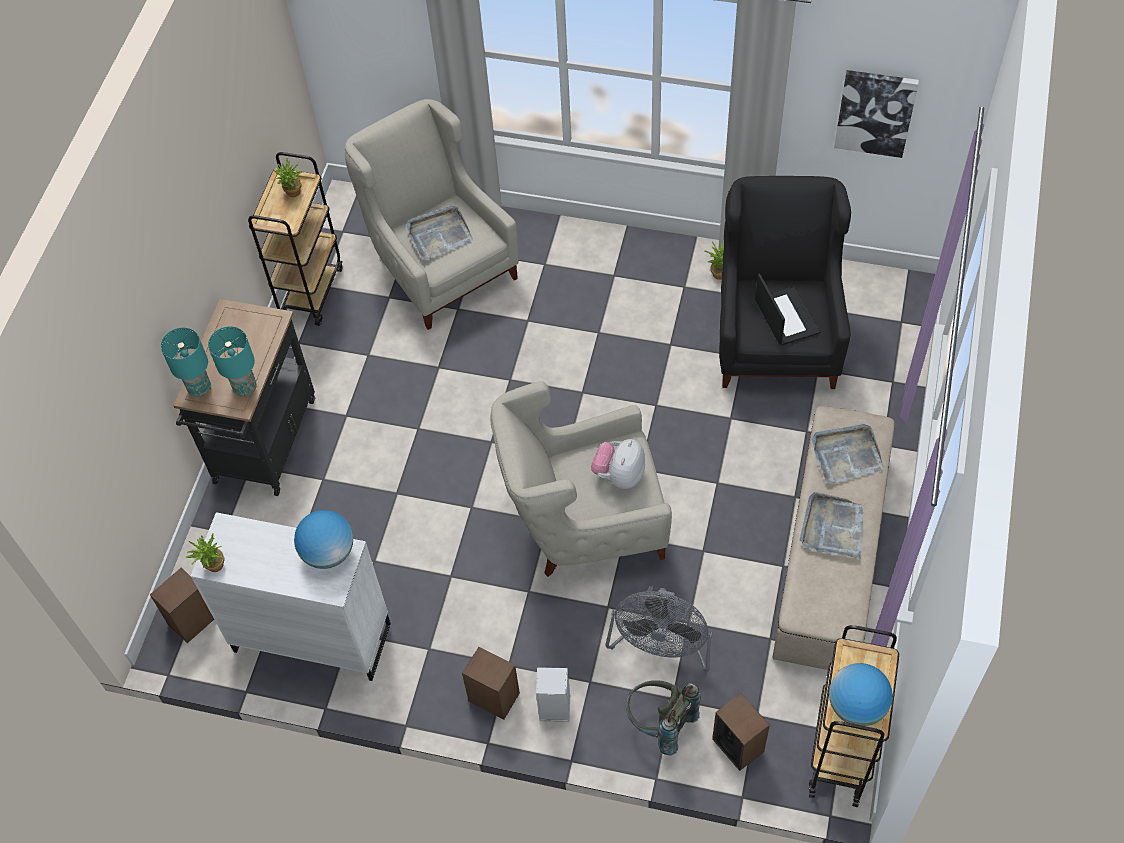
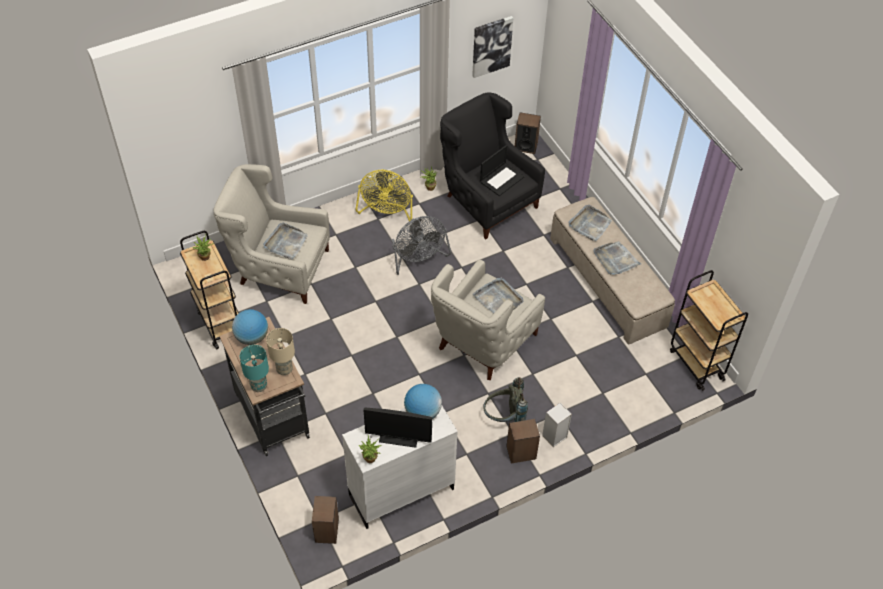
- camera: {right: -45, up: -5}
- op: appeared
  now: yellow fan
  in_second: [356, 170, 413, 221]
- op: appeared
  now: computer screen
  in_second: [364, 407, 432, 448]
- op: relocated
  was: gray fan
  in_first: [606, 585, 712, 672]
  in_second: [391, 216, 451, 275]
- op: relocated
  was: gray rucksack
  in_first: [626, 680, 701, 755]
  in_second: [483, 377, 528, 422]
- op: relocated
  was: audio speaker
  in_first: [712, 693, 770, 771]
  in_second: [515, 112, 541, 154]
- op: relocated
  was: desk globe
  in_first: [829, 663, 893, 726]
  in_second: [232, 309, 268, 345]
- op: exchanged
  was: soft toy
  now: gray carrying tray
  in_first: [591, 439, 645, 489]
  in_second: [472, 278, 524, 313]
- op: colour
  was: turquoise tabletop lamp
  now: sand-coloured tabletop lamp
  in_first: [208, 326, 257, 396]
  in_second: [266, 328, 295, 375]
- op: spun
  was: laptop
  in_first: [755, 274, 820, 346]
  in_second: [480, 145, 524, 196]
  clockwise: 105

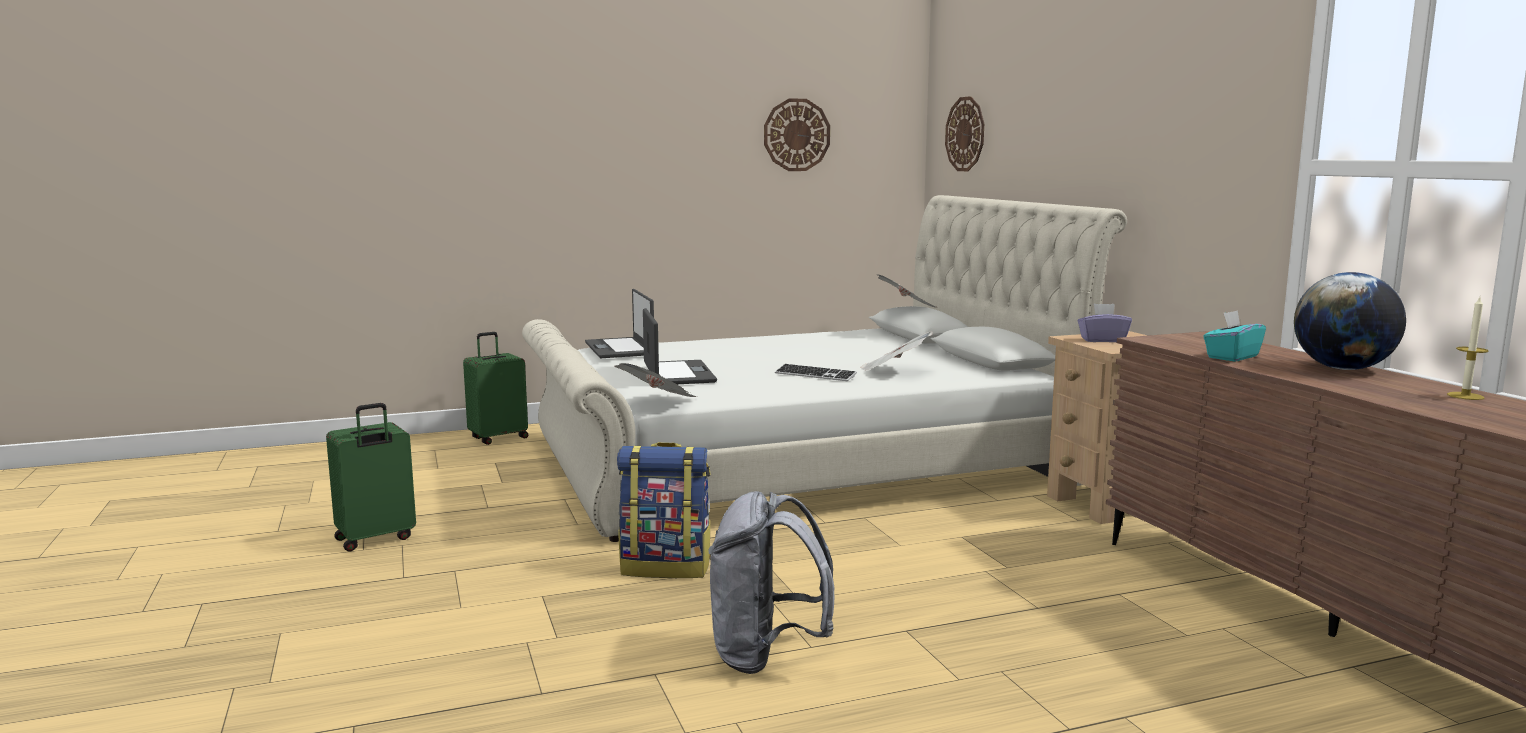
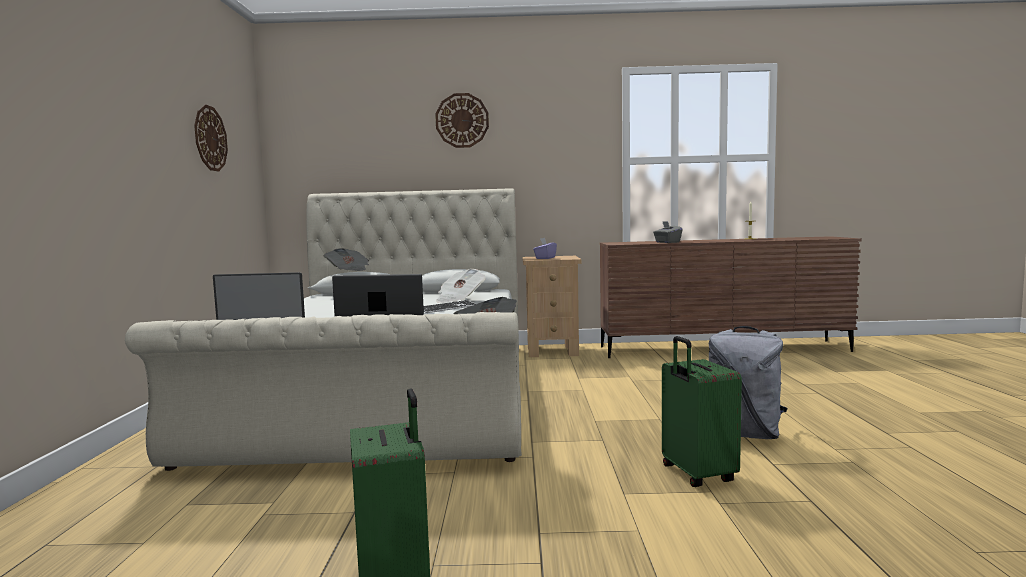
- camera: {right: -70, up: -5}
- op: missing
  was: rucksack
  in_first: [617, 442, 711, 578]
- op: missing
  was: desk globe
  in_first: [1294, 272, 1406, 370]
- op: relocated
  was: green piece of luggage
  in_first: [463, 332, 528, 445]
  in_second: [662, 336, 742, 487]
- op: relocated
  was: clock on the wall
  in_first: [945, 96, 984, 171]
  in_second: [435, 93, 489, 148]
- op: colour
  was: turquoise tissue box
  now: gray tissue box
  in_first: [1203, 310, 1266, 362]
  in_second: [653, 221, 683, 243]

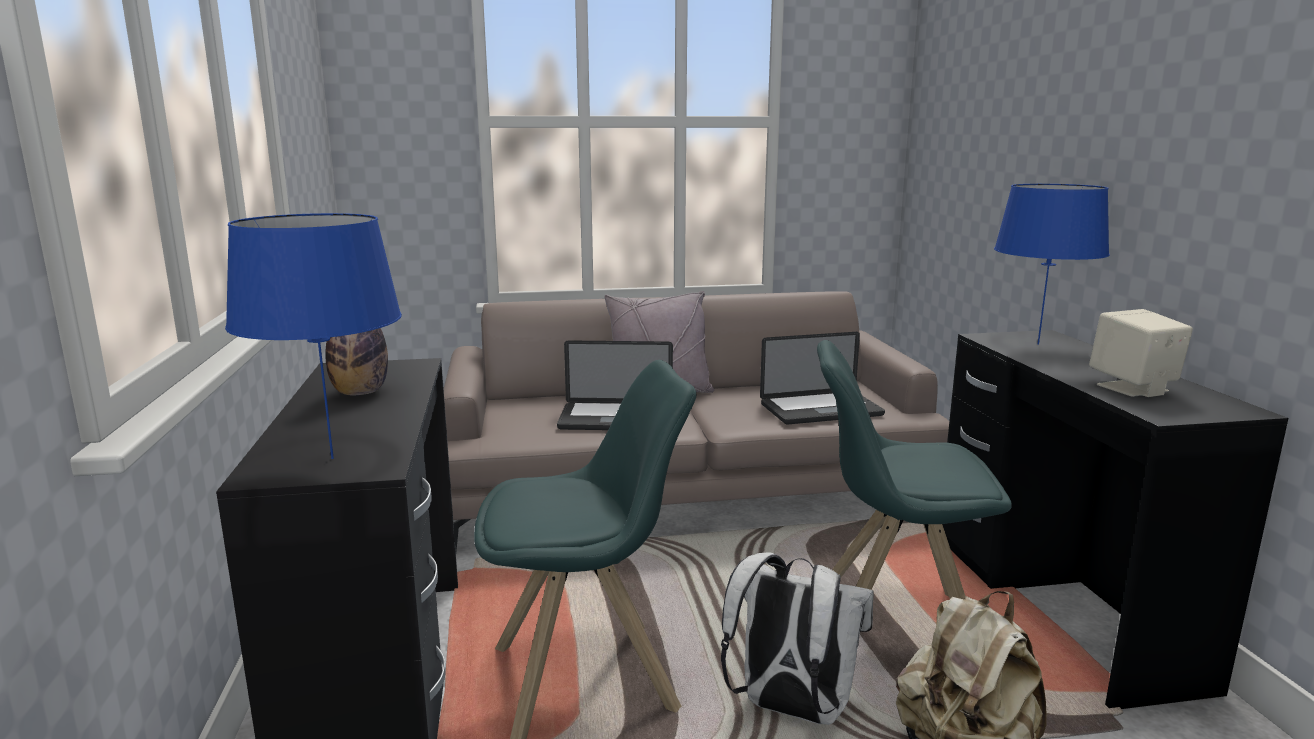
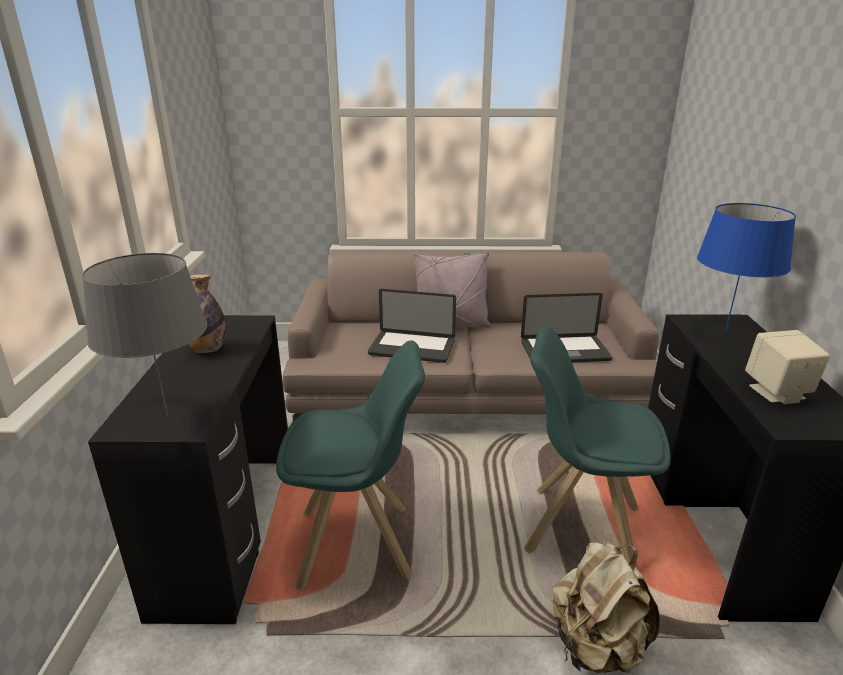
- camera: {right: 10, up: 10}
- op: missing
  was: white rucksack
  in_first: [721, 553, 874, 725]
- op: colour
  was: bluish tabletop lamp
  now: gray tabletop lamp
  in_first: [225, 213, 402, 459]
  in_second: [82, 253, 207, 417]

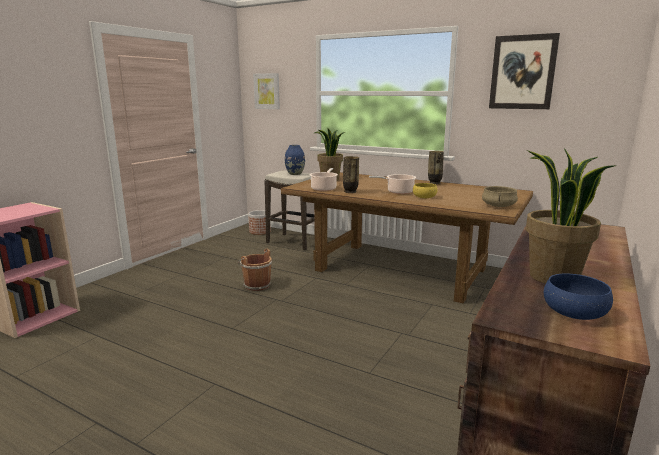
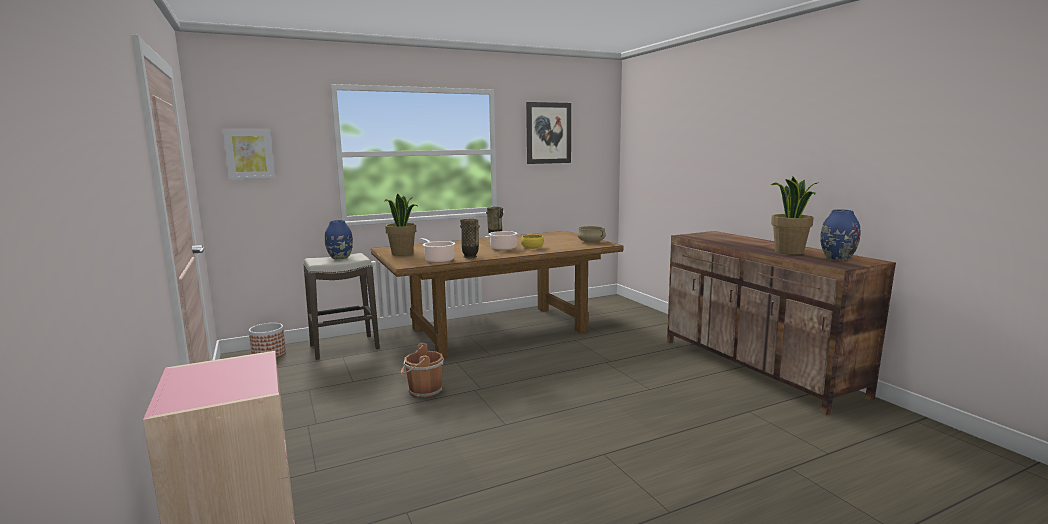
- camera: {right: -55, up: -5}
- op: exchanged
  was: bluish deep dish
  now: bluish decorative vase
  in_first: [544, 273, 613, 320]
  in_second: [820, 209, 860, 260]

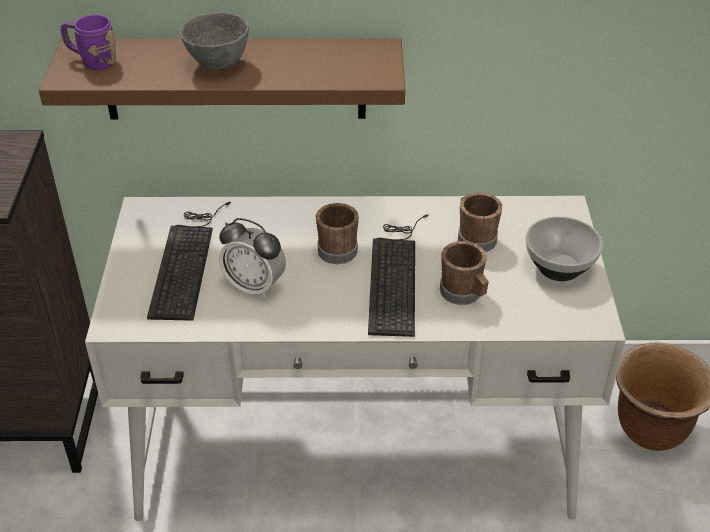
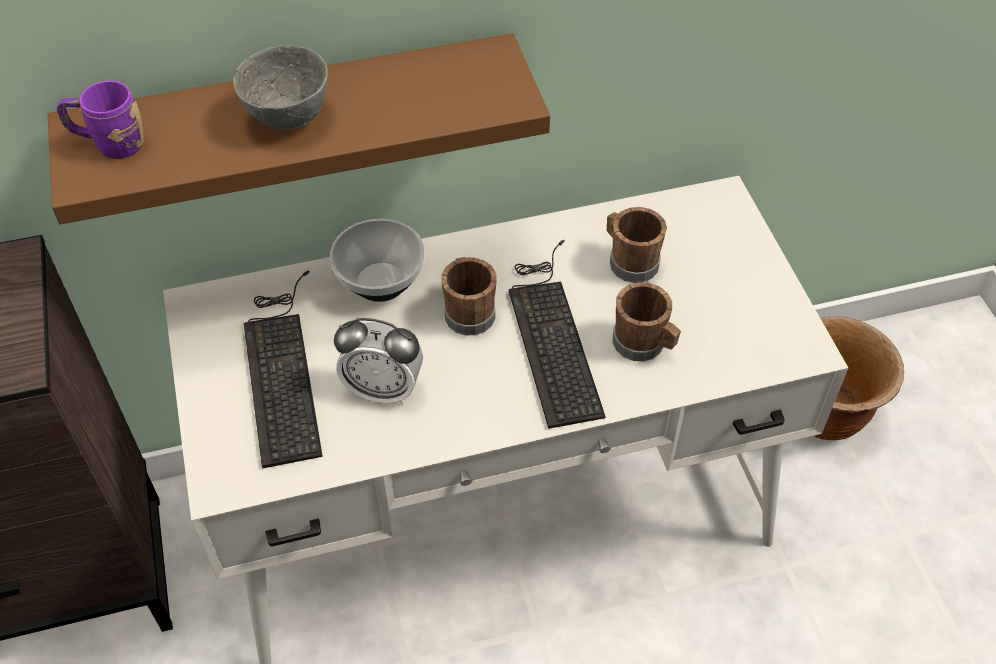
- camera: {right: -15, up: 10}
- op: relocated
  was: deep dish
  in_first: [526, 216, 603, 281]
  in_second: [330, 219, 425, 302]

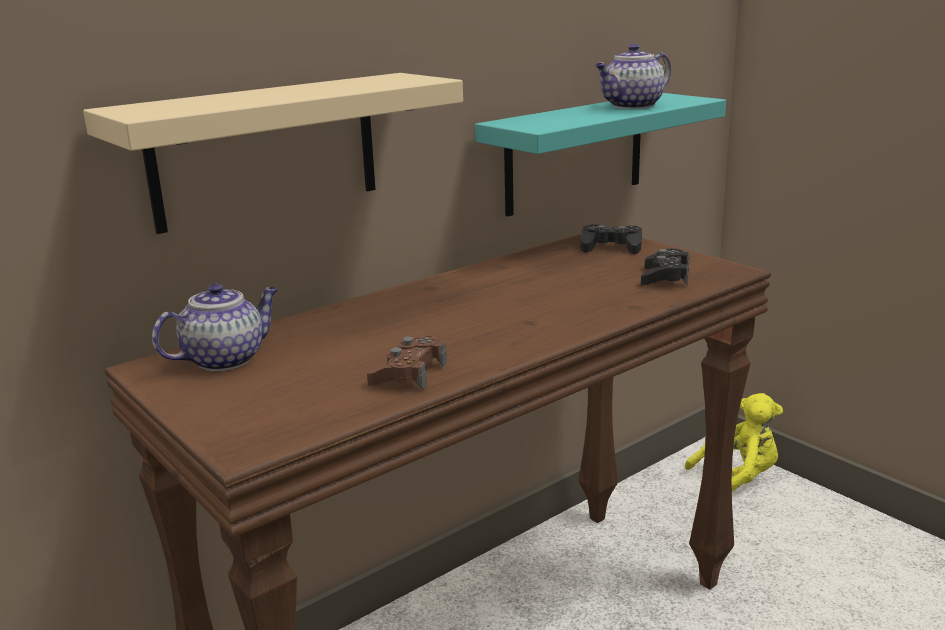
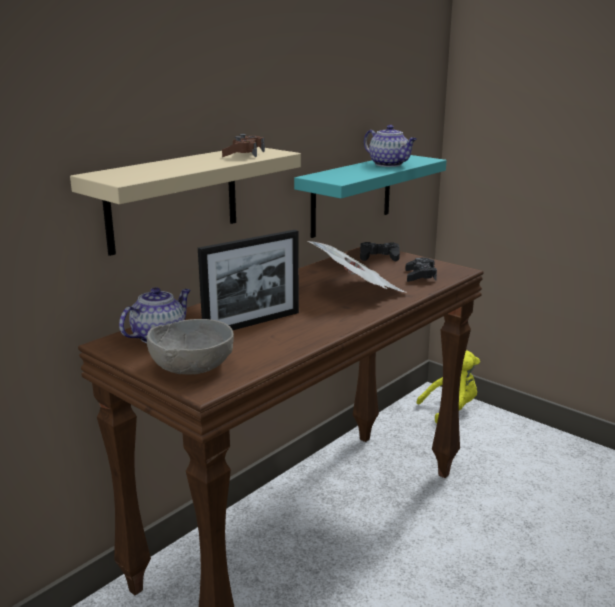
- camera: {right: -10, up: 0}
- op: appeared
  now: gray deep dish
  in_second: [147, 319, 234, 375]
- op: appeared
  now: photo frame
  in_second: [198, 230, 299, 330]
- op: appeared
  now: newspaper
  in_second: [308, 241, 405, 292]
- op: relocated
  was: brown gamepad
  in_first: [367, 335, 447, 390]
  in_second: [222, 134, 265, 158]
- op: spun
  was: tea pot
  in_first: [595, 44, 671, 109]
  in_second: [364, 125, 417, 167]
  clockwise: -90

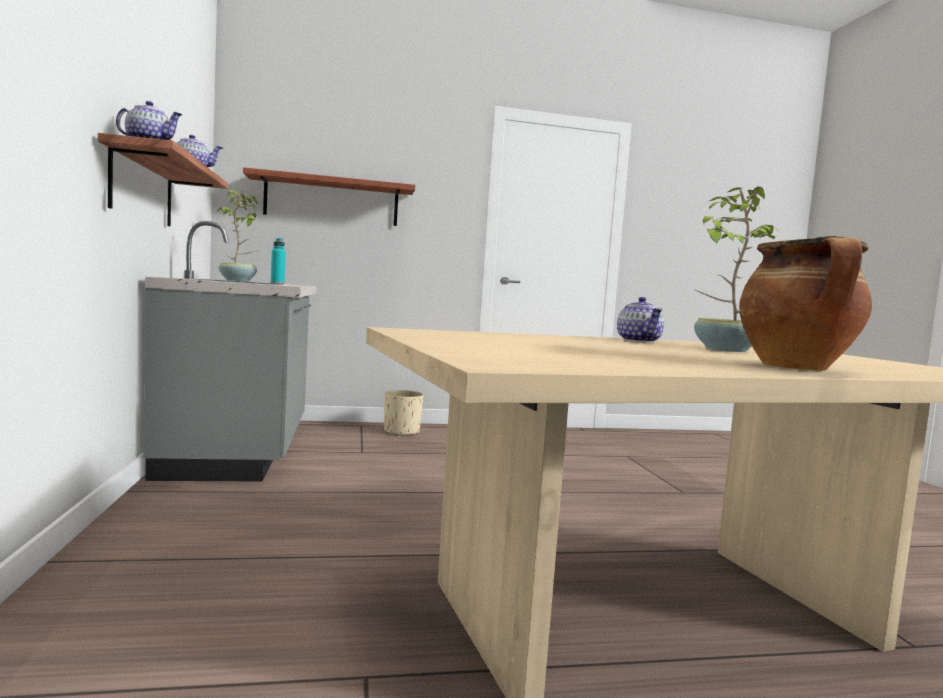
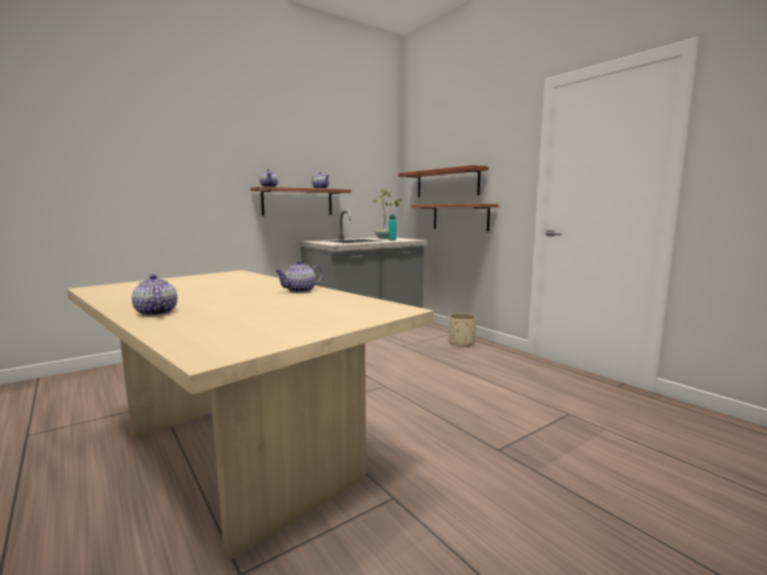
- camera: {right: 65, up: 5}
- op: missing
  was: plant in a pot
  in_first: [694, 187, 780, 352]
- op: appeared
  now: bracket shelf
  in_second: [411, 204, 498, 232]
- op: exchanged
  was: stockpot
  now: tea pot
  in_first: [739, 236, 872, 371]
  in_second: [132, 274, 177, 316]

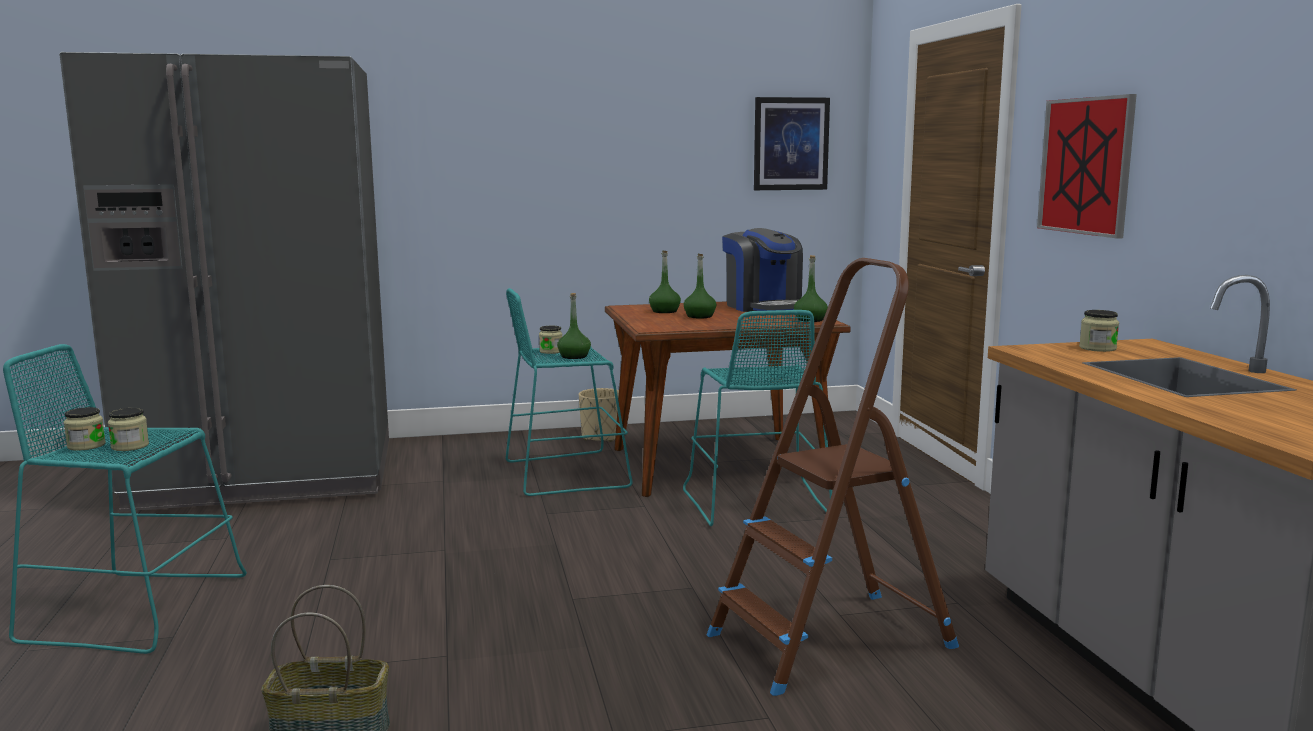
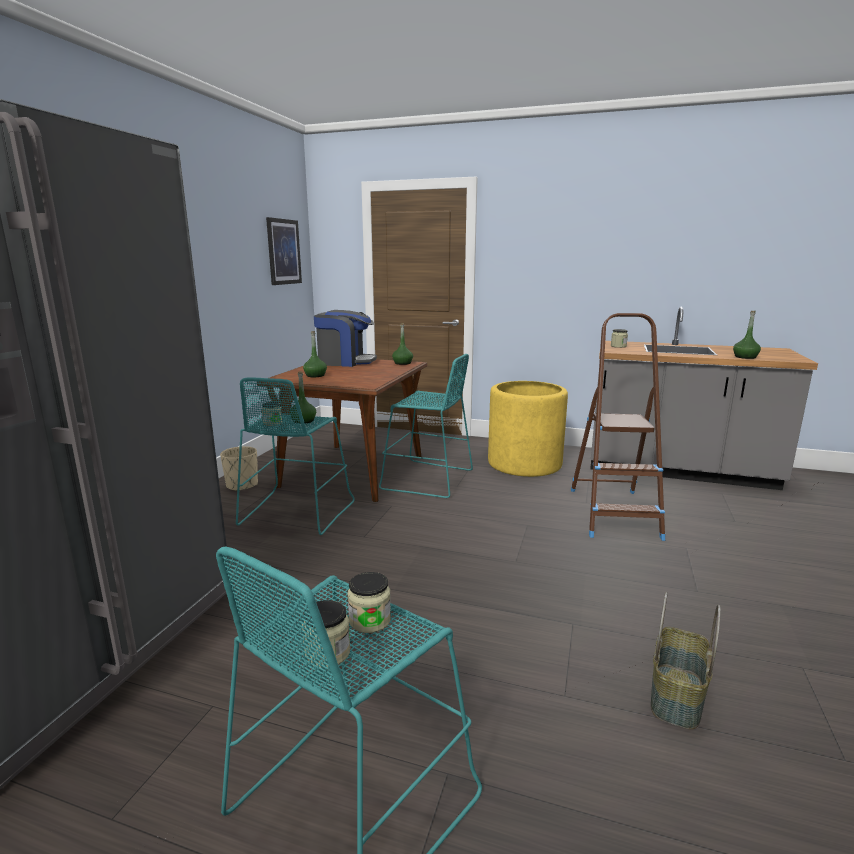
- camera: {right: -60, up: 5}
- op: missing
  was: picture
  in_first: [1037, 94, 1137, 238]
- op: appeared
  now: yellow plant pot
  in_second: [488, 381, 568, 477]
- op: relocated
  was: green beverage bottle
  in_first: [684, 254, 716, 318]
  in_second: [733, 311, 761, 359]

